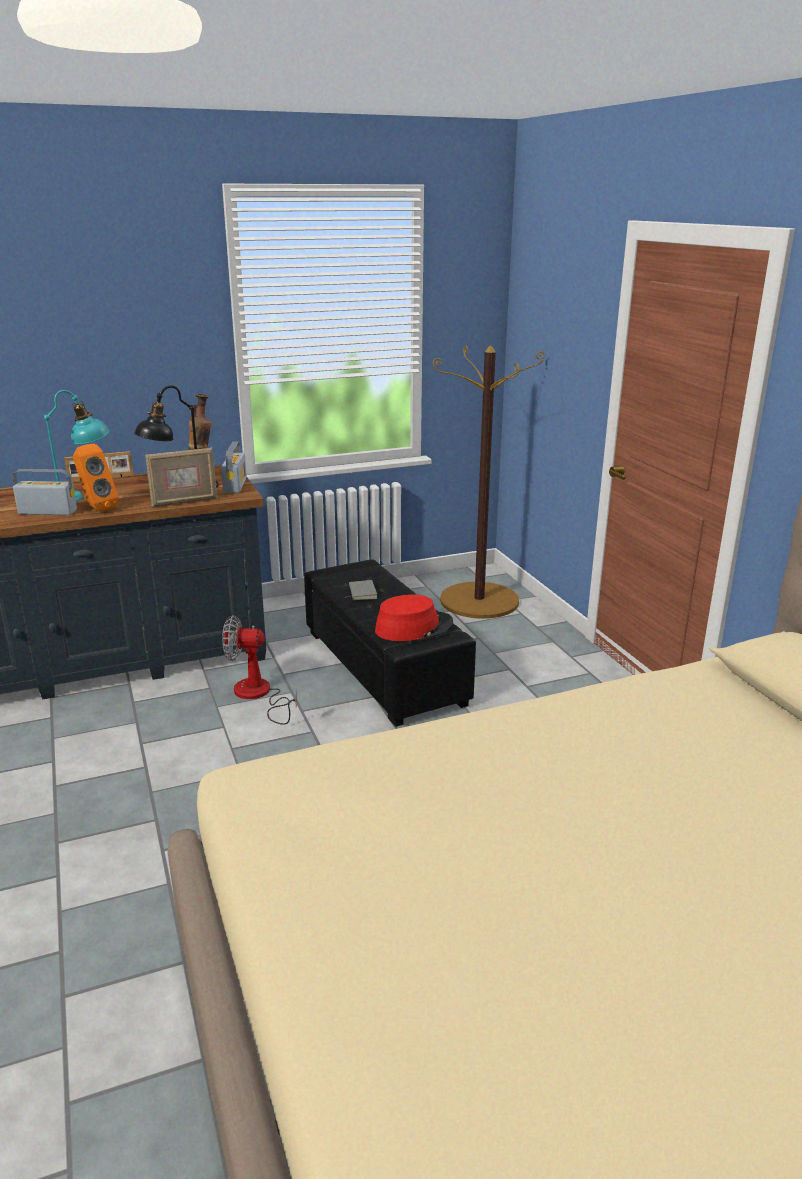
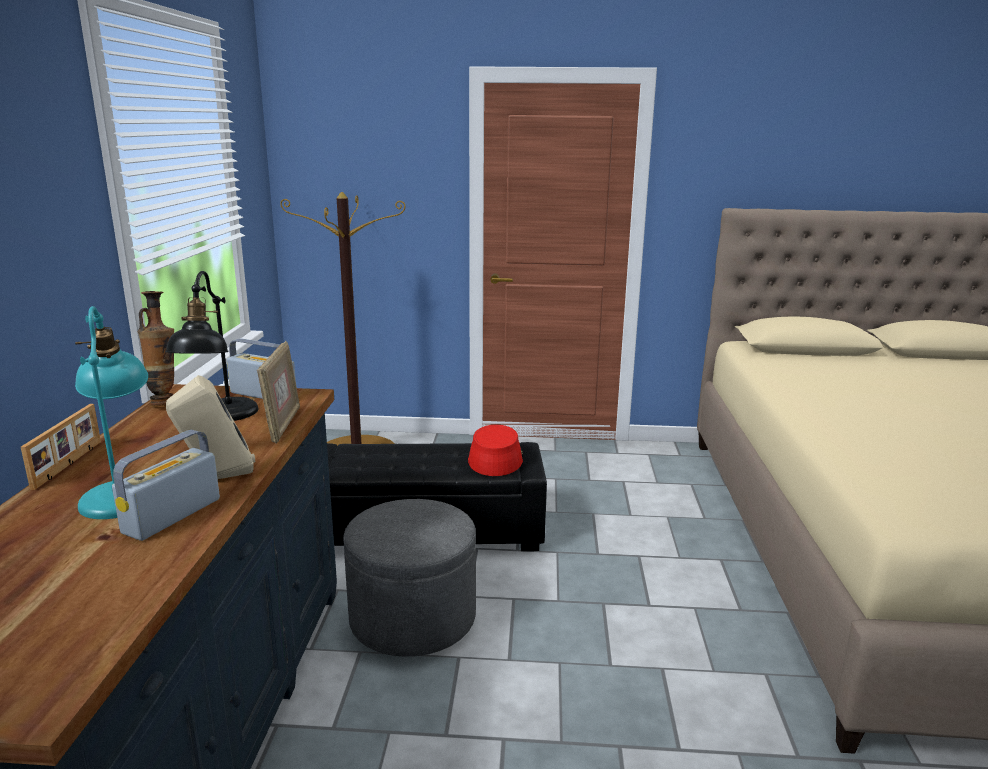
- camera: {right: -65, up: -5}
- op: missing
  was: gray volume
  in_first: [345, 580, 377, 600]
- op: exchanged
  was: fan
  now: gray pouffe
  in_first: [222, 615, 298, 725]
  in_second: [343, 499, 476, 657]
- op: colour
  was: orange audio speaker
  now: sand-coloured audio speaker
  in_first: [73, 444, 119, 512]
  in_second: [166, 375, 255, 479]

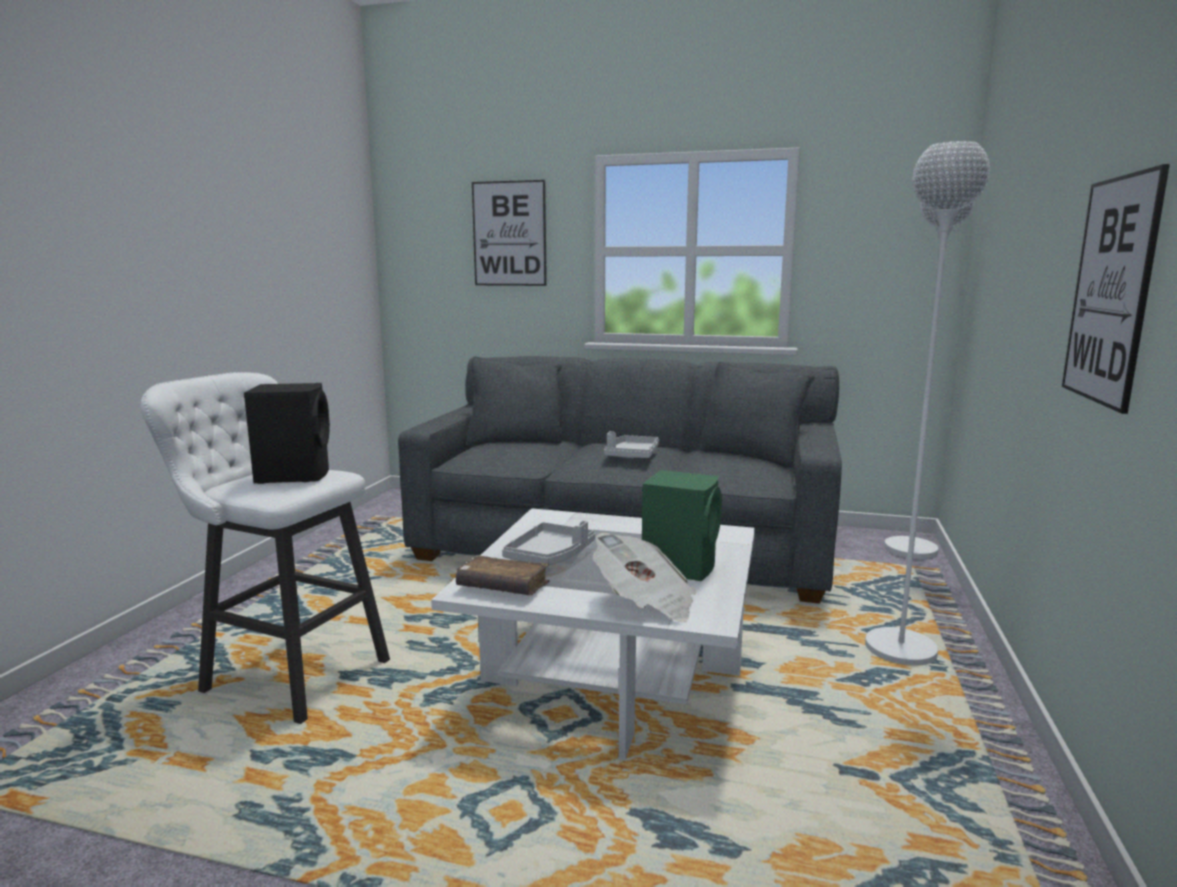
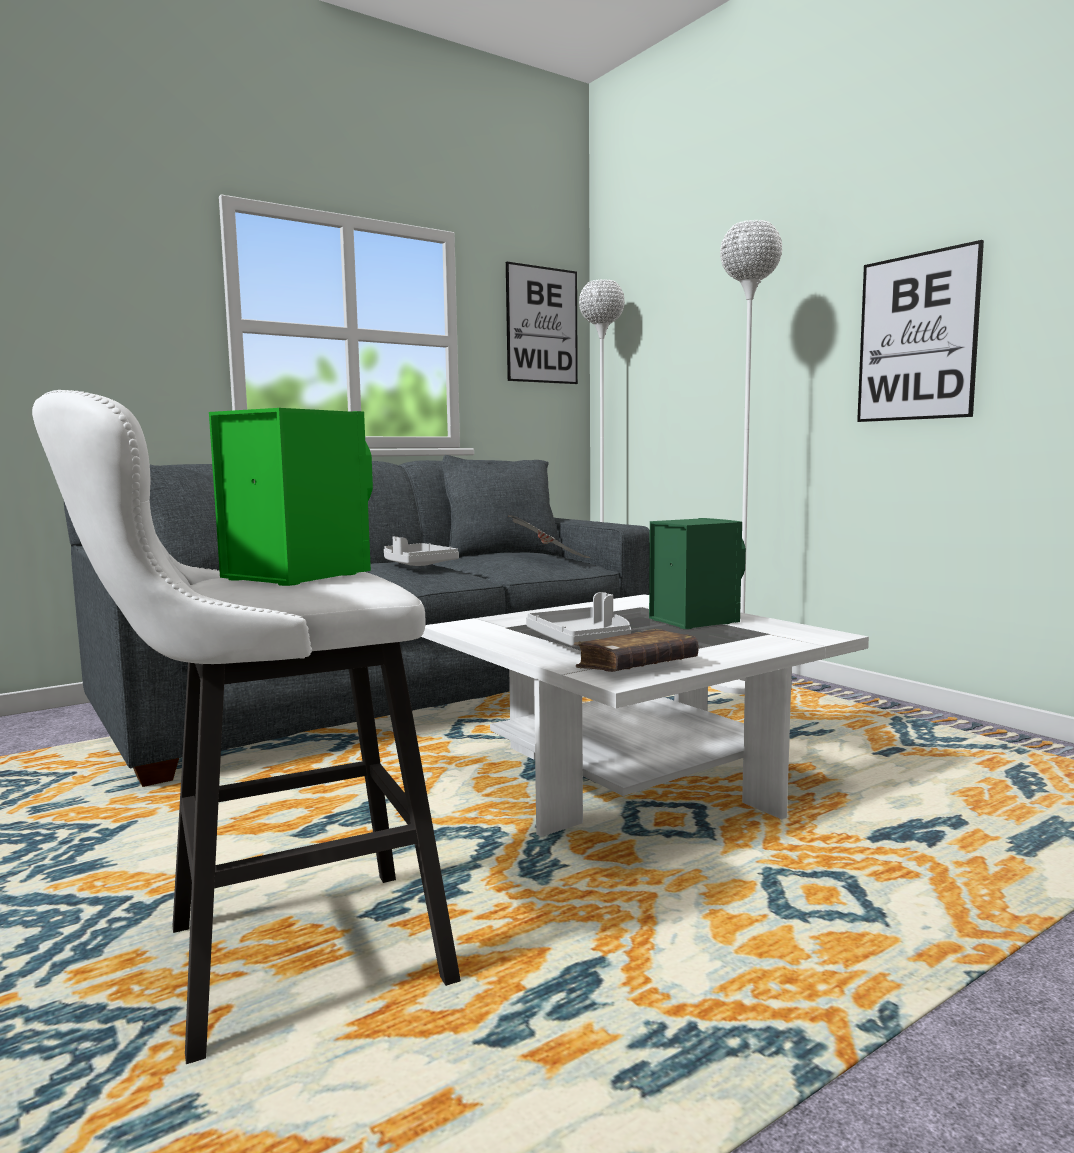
- camera: {right: -50, up: -5}
- op: relocated
  was: picture
  in_first: [472, 180, 547, 286]
  in_second: [506, 262, 578, 384]
- op: relocated
  was: newspaper
  in_first: [592, 533, 696, 622]
  in_second: [508, 515, 590, 558]
- op: colour
  was: blackish audio speaker
  now: green audio speaker
  in_first: [244, 383, 330, 484]
  in_second: [209, 408, 373, 586]

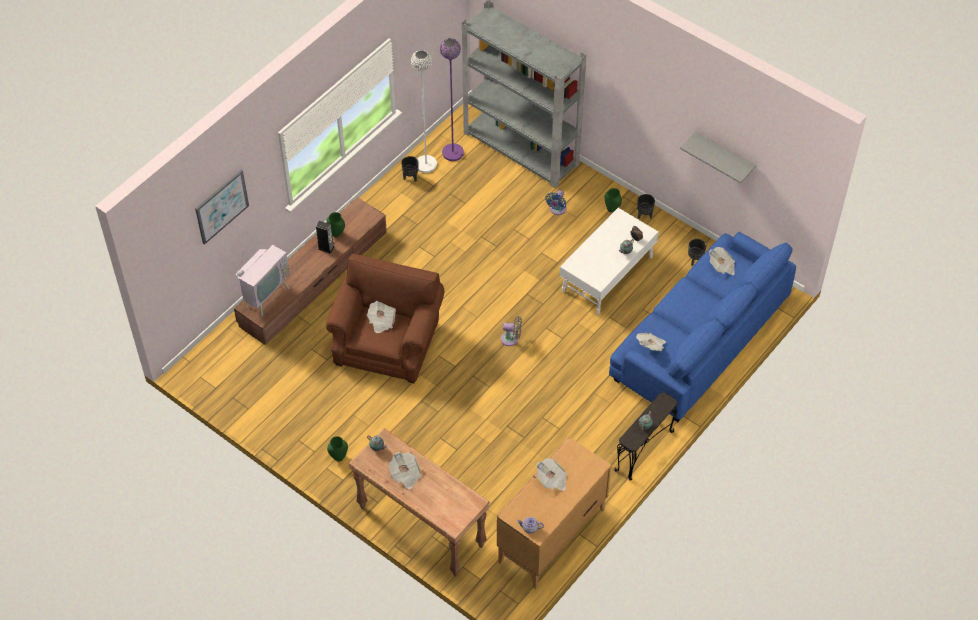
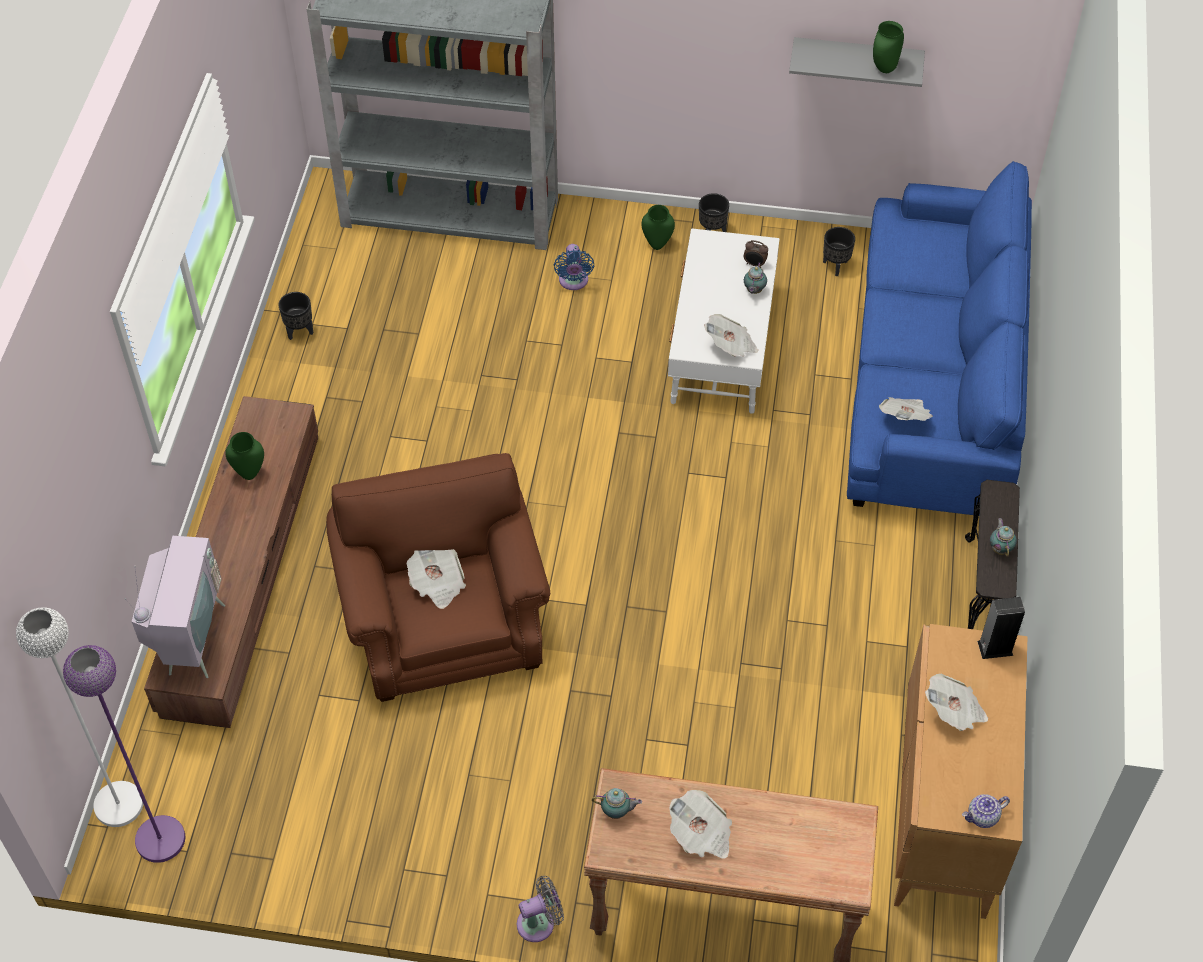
- camera: {right: -30, up: 0}
- op: missing
  was: picture
  in_first: [195, 170, 249, 245]
- op: relocated
  was: audio speaker
  in_first: [316, 221, 334, 254]
  in_second: [977, 597, 1025, 659]
- op: relocated
  was: green decorative vase
  in_first: [327, 436, 348, 461]
  in_second: [873, 21, 904, 73]
- op: relocated
  was: white standard lamp
  in_first: [411, 50, 437, 173]
  in_second: [16, 607, 143, 827]
- op: relocated
  was: purple standard lamp
  in_first: [440, 38, 464, 161]
  in_second: [63, 645, 185, 863]
- op: relocated
  was: gray fan
  in_first: [501, 316, 522, 346]
  in_second: [517, 876, 564, 942]
- op: relocated
  was: newspaper
  in_first: [709, 247, 735, 275]
  in_second: [704, 314, 758, 357]

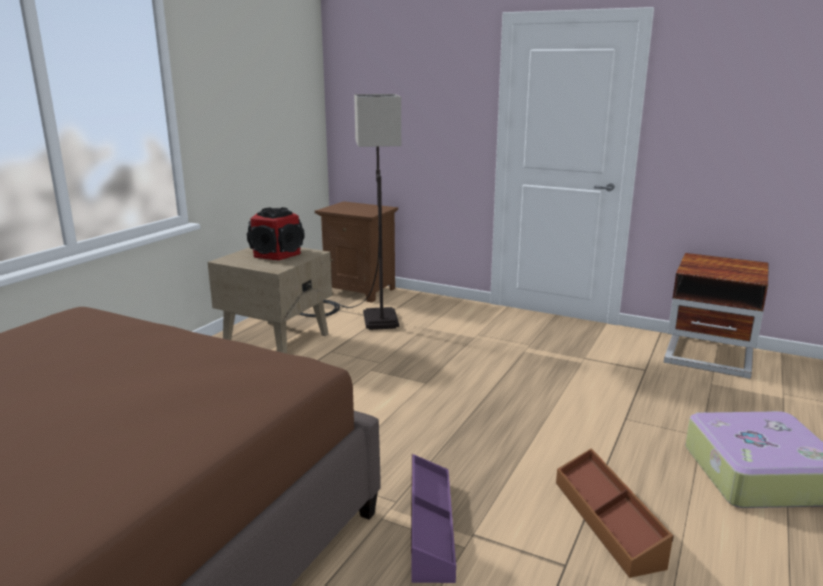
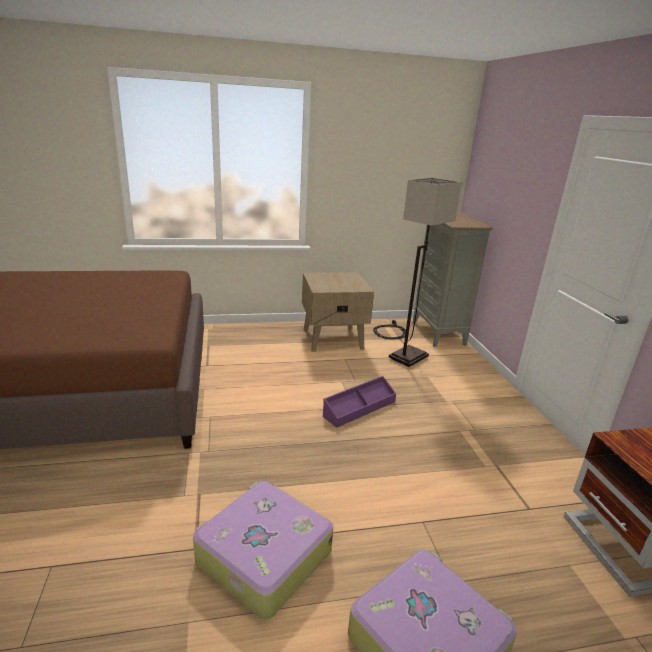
- camera: {right: 50, up: 5}
- op: missing
  was: audio speaker
  in_first: [247, 207, 305, 260]
- op: relocated
  was: purple storage box
  in_first: [411, 454, 456, 583]
  in_second: [323, 376, 396, 428]
- op: exchanged
  was: brown bedside table
  now: gray chest of drawers
  in_first: [315, 201, 398, 302]
  in_second: [413, 213, 493, 347]
- op: exchanged
  was: brown storage box
  now: piece of luggage
  in_first: [556, 448, 674, 578]
  in_second: [193, 481, 333, 620]

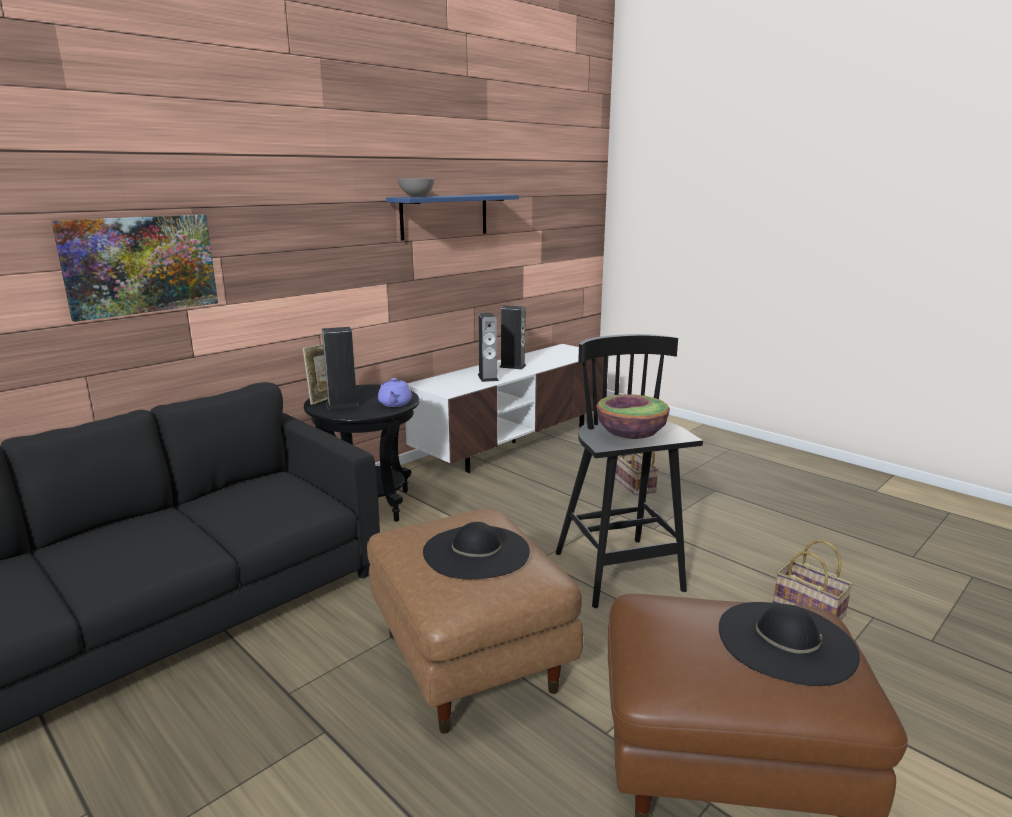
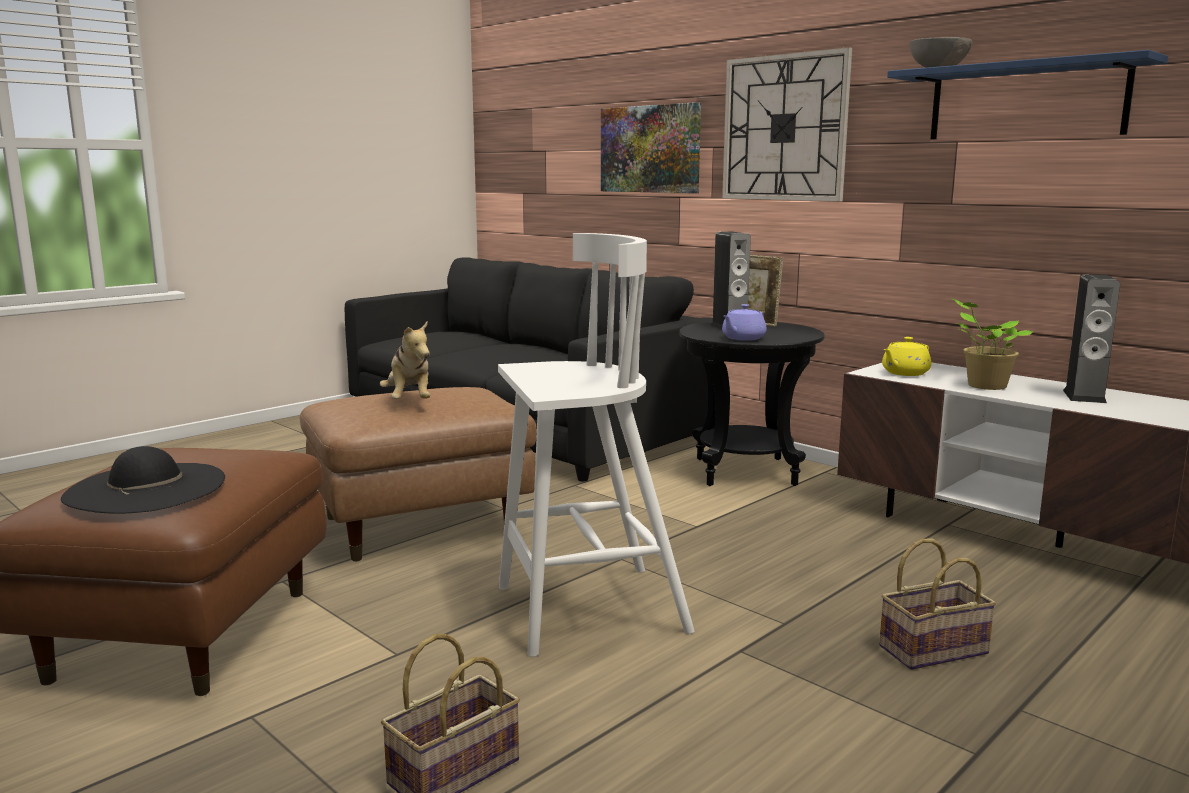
- camera: {right: 90, up: -5}
- op: missing
  was: deep dish
  in_first: [596, 394, 670, 439]
- op: appeared
  now: clock on the wall
  in_second: [722, 47, 852, 202]
- op: appeared
  now: yellow tea pot
  in_second: [882, 337, 931, 376]
- op: exchanged
  was: blackish wearable hat
  now: soft toy
  in_first: [423, 522, 530, 579]
  in_second: [380, 322, 430, 399]
- op: exchanged
  was: audio speaker
  now: plant in a pot
  in_first: [478, 313, 499, 382]
  in_second: [951, 298, 1034, 390]
- op: colour
  was: blackish sitting stool
  now: white sitting stool
  in_first: [556, 334, 703, 608]
  in_second: [498, 233, 694, 657]
- op: spun
  was: purple tea pot
  in_first: [378, 378, 412, 407]
  in_second: [722, 304, 767, 341]
  clockwise: -45

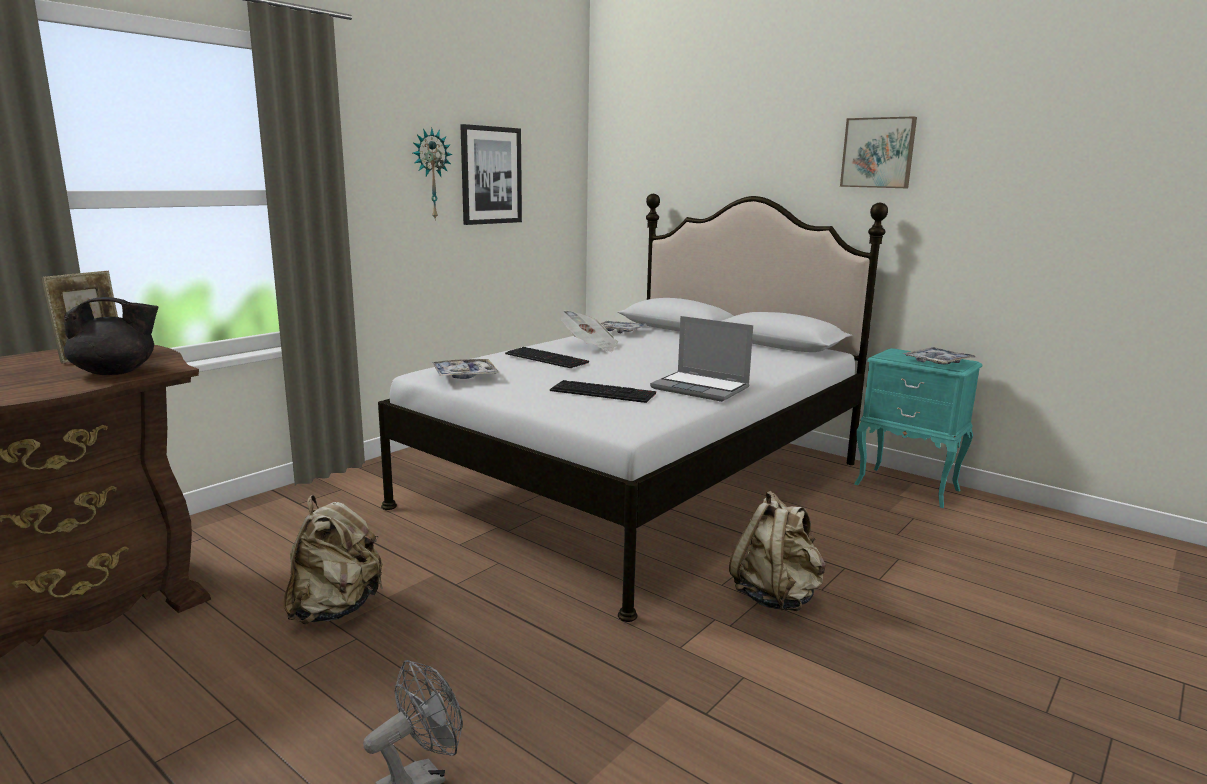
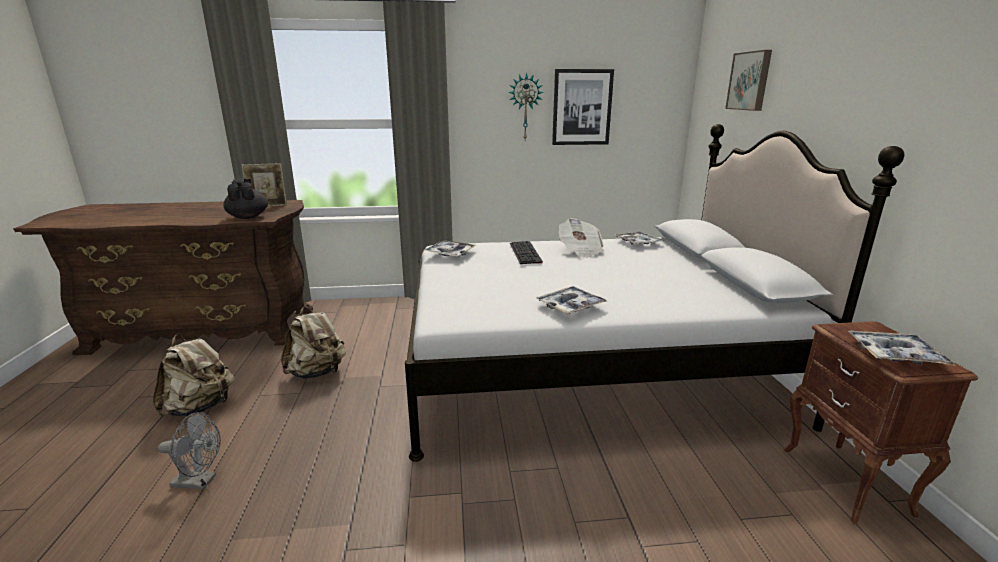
- camera: {right: 45, up: 5}
- op: missing
  was: computer keyboard
  in_first: [550, 380, 656, 403]
- op: relocated
  was: sand-coloured rucksack
  in_first: [729, 491, 826, 611]
  in_second: [153, 333, 234, 416]
- op: relocated
  was: picture
  in_first: [840, 116, 917, 188]
  in_second: [725, 50, 772, 111]
- op: exchanged
  was: laptop
  now: carrying tray
  in_first: [650, 316, 753, 402]
  in_second: [536, 286, 607, 314]
- op: colour
  was: turquoise bedside table
  now: brown bedside table
  in_first: [854, 348, 982, 508]
  in_second: [783, 321, 978, 525]
- op: spun
  was: blackish tea pot
  in_first: [64, 297, 159, 375]
  in_second: [223, 178, 268, 219]
  clockwise: -135

